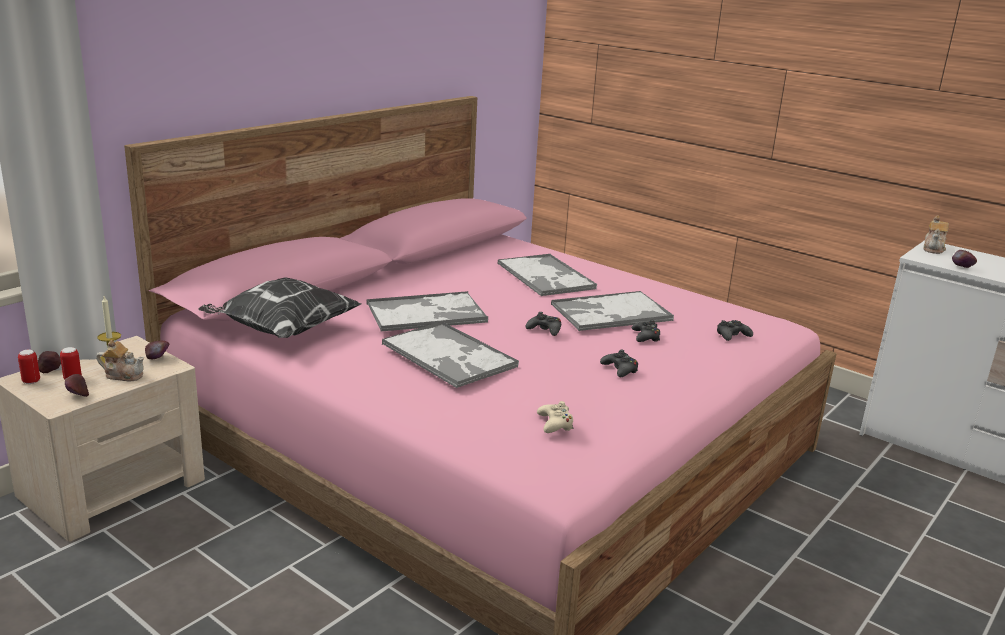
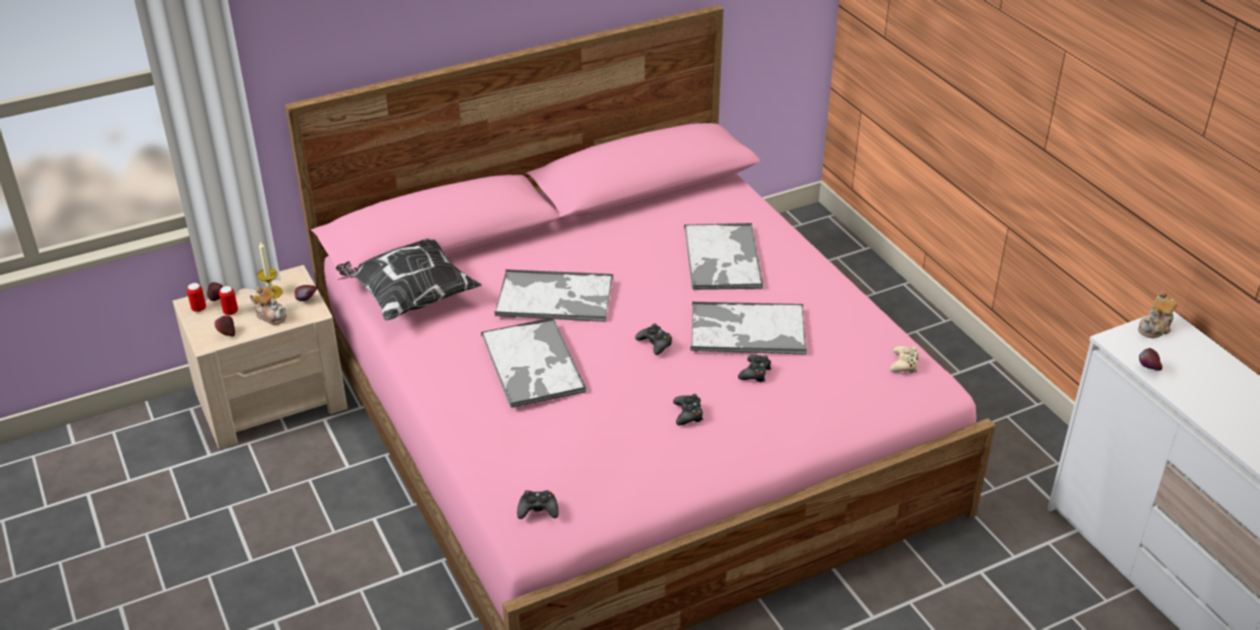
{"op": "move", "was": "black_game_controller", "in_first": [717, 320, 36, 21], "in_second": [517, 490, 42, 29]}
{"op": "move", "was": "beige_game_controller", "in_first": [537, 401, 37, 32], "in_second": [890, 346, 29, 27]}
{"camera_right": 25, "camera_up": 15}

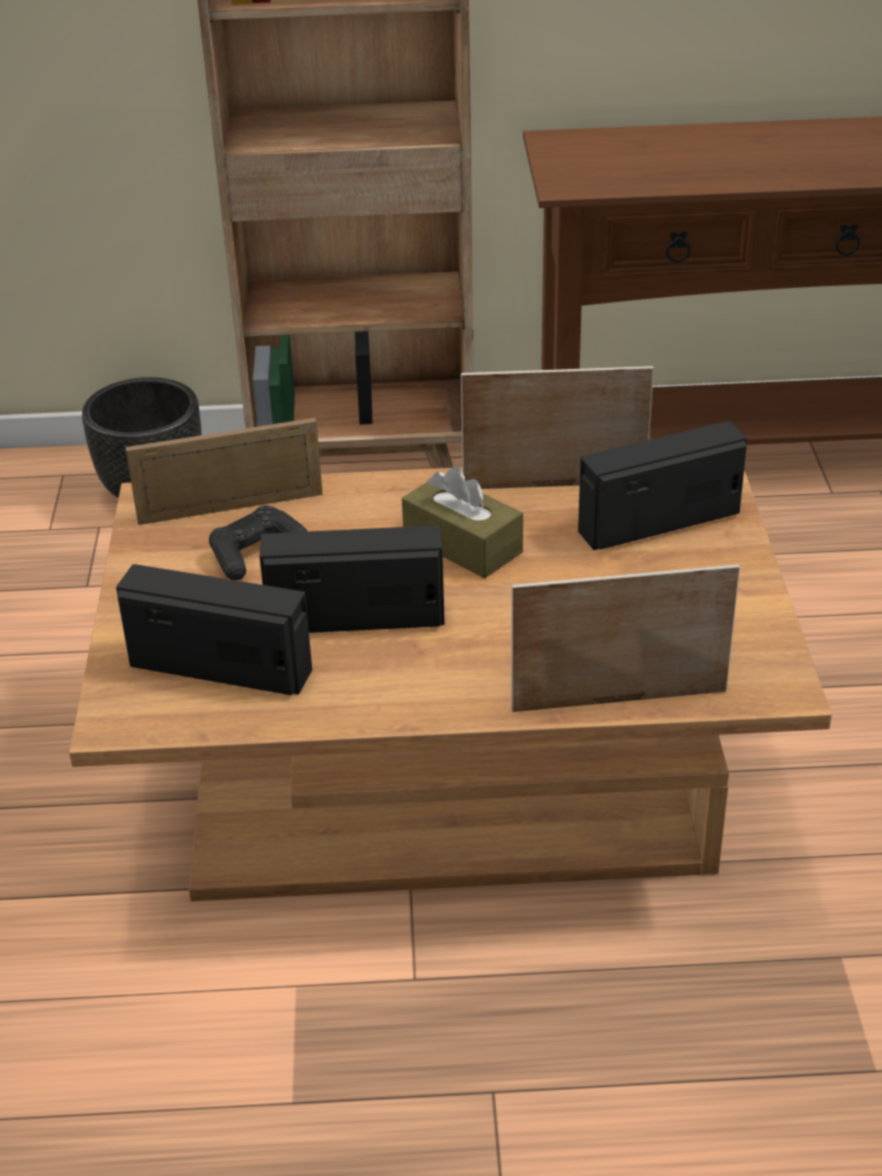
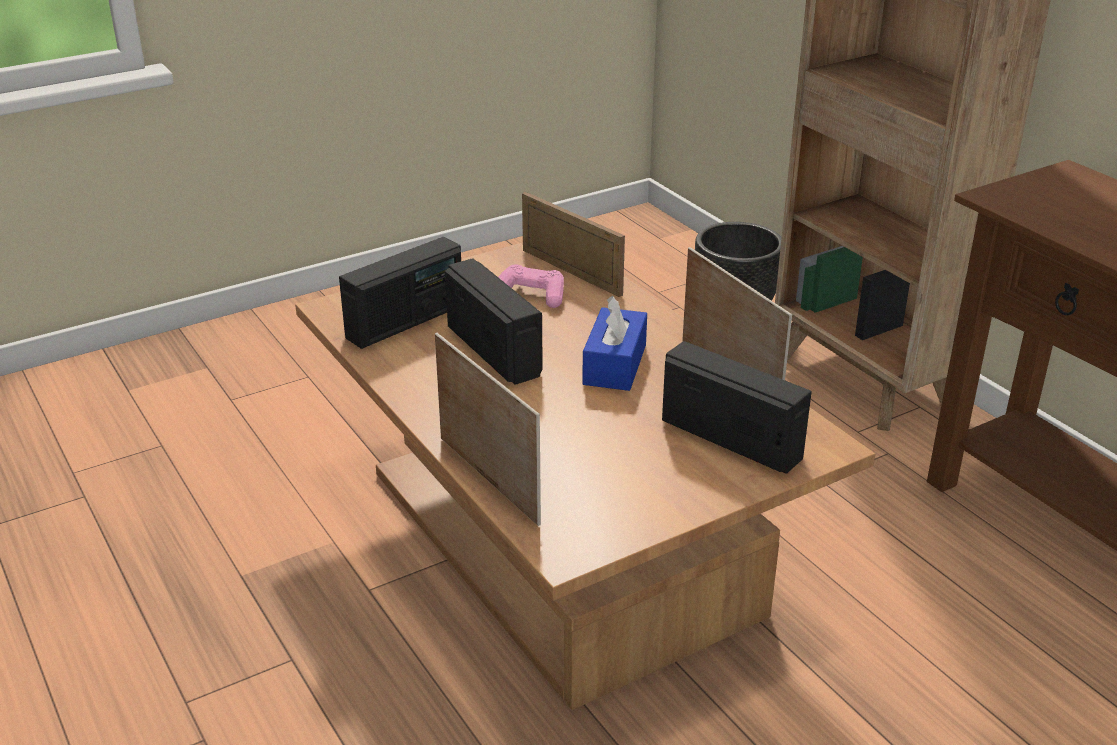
{"op": "recolor", "was": "brown_tissue_box", "now": "blue_tissue_box", "in_first": [402, 466, 121, 112], "in_second": [582, 296, 65, 95]}
{"op": "recolor", "was": "black_game_controller", "now": "pink_game_controller", "in_first": [209, 505, 99, 75], "in_second": [498, 264, 66, 44]}
{"op": "rotate", "was": "radio", "in_first": [116, 564, 196, 131], "in_second": [339, 237, 122, 112], "clockwise": 60}
{"camera_right": 60, "camera_up": -5}

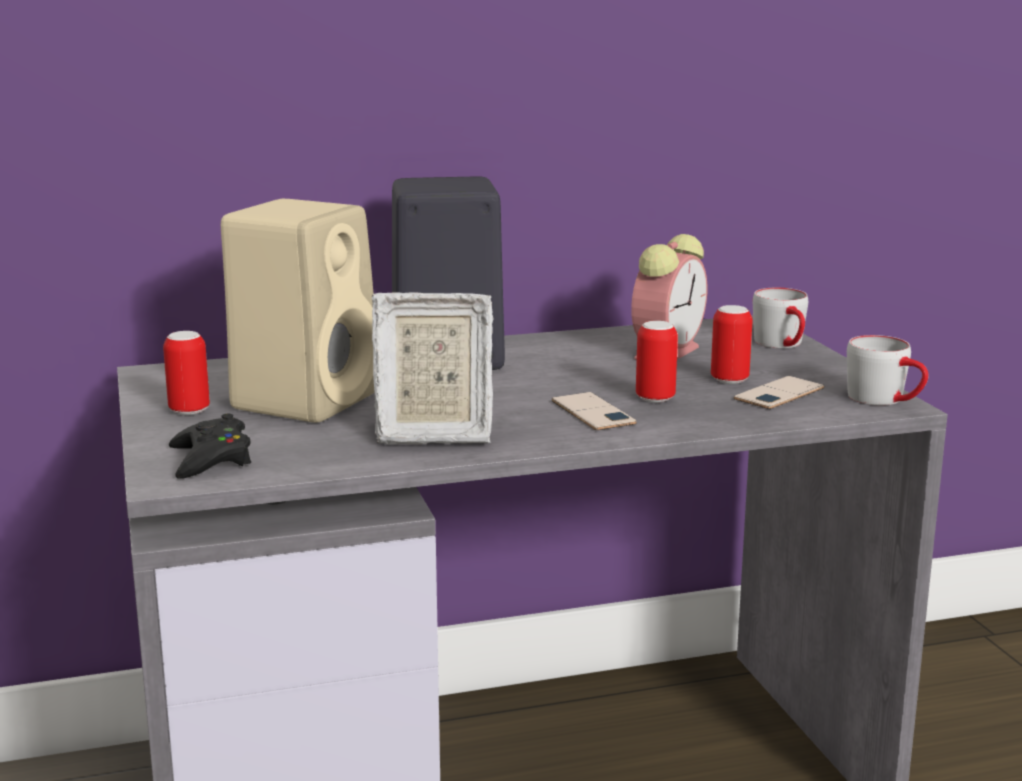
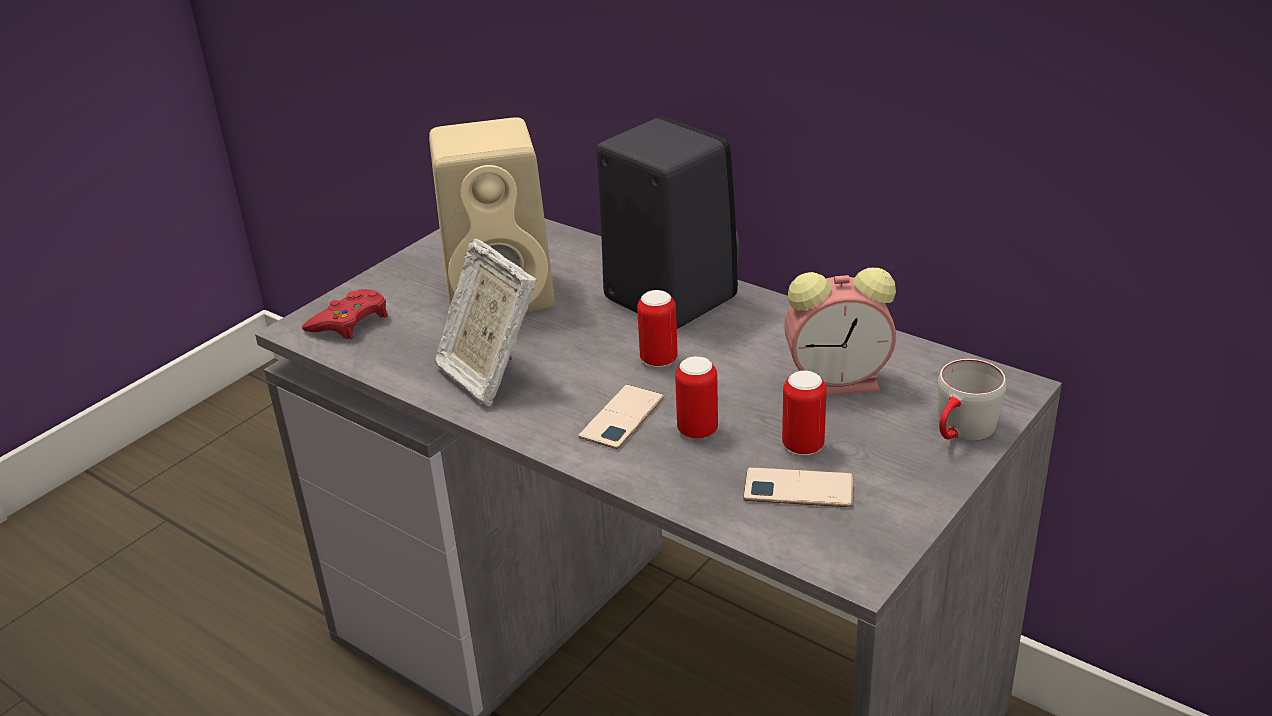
{"op": "move", "was": "can", "in_first": [163, 331, 47, 84], "in_second": [637, 290, 41, 78]}
{"op": "delete", "was": "grey_mug", "in_first": [847, 335, 82, 70]}
{"op": "recolor", "was": "black_game_controller", "now": "red_game_controller", "in_first": [169, 414, 82, 65], "in_second": [302, 289, 86, 50]}
{"camera_right": 55, "camera_up": 15}

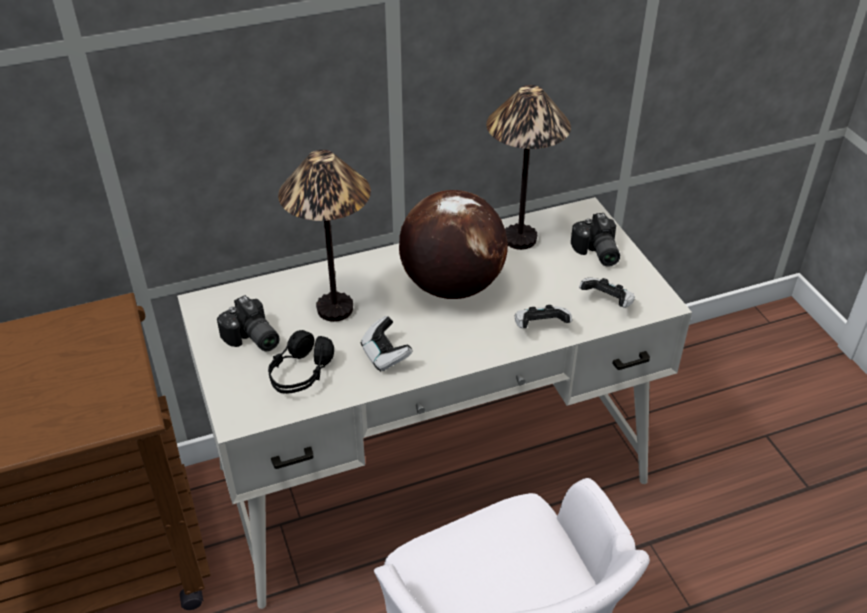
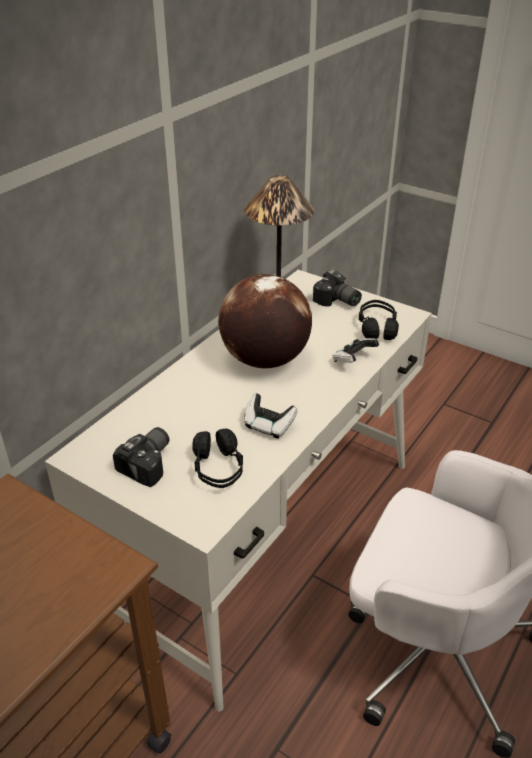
{"op": "delete", "was": "table_lamp", "in_first": [278, 150, 93, 172]}
{"op": "replace", "was": "game_controller", "now": "black_headphones", "in_first": [579, 278, 56, 29], "in_second": [359, 300, 40, 40]}
{"op": "rotate", "was": "photo_camera", "in_first": [217, 295, 63, 56], "in_second": [113, 427, 56, 60], "clockwise": -75}
{"camera_right": -35, "camera_up": -5}

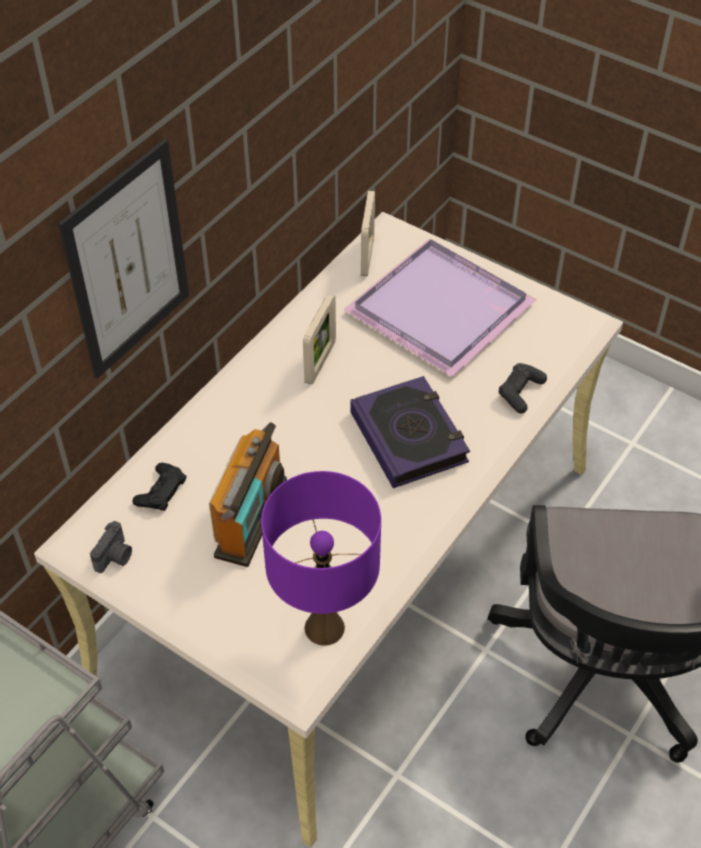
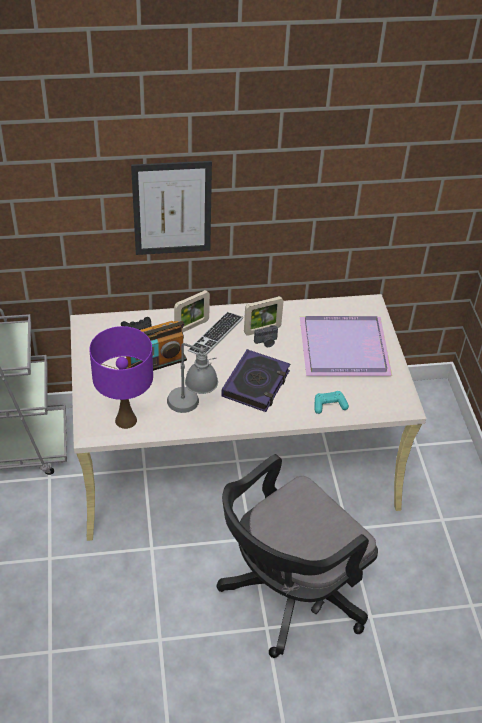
{"op": "move", "was": "picture_frame", "in_first": [361, 191, 14, 85], "in_second": [174, 290, 36, 42]}
{"op": "recolor", "was": "black_game_controller", "now": "turquoise_game_controller", "in_first": [499, 363, 48, 51], "in_second": [315, 391, 34, 23]}
{"op": "move", "was": "photo_camera", "in_first": [90, 521, 42, 52], "in_second": [254, 325, 24, 22]}
{"op": "insert", "now": "keyboard", "in_second": [188, 312, 55, 42]}
{"op": "insert", "now": "grey_table_lamp", "in_second": [167, 343, 51, 70]}
{"camera_right": 45, "camera_up": -5}

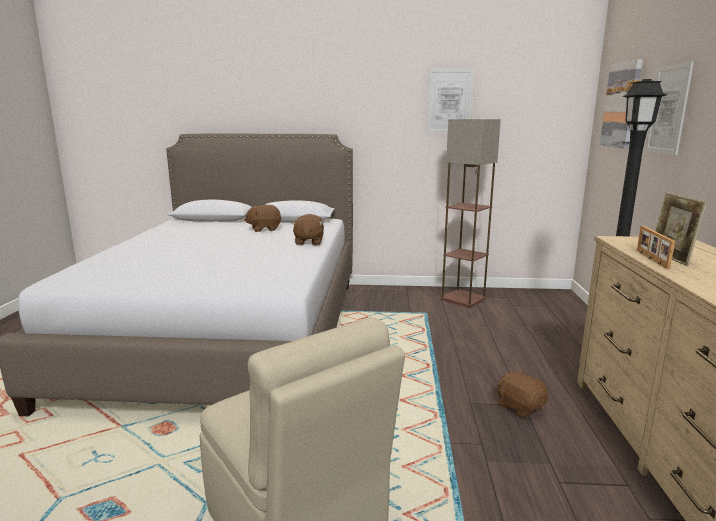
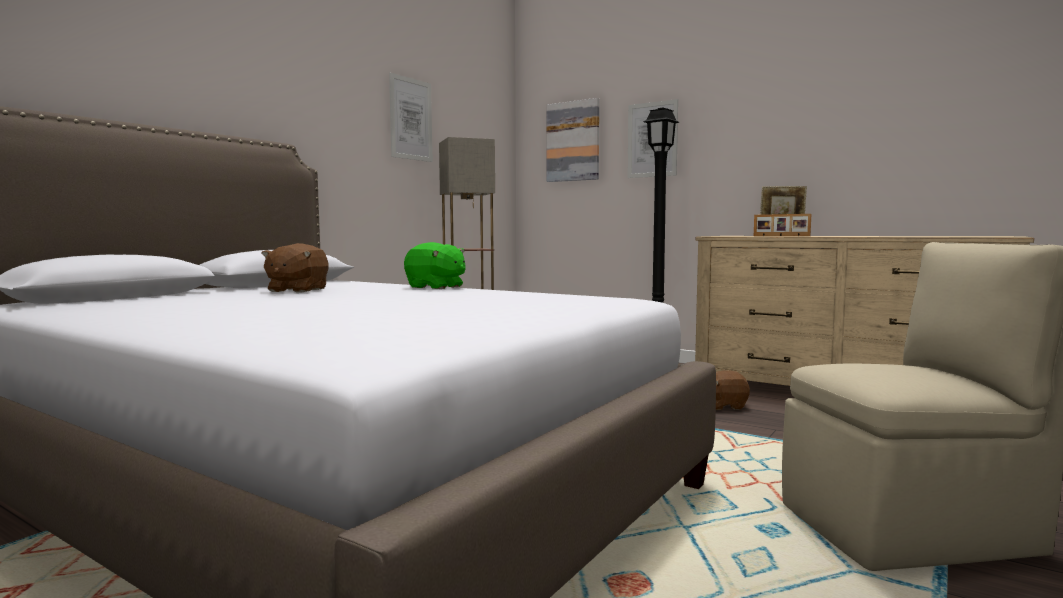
{"op": "recolor", "was": "brown_plush_toy", "now": "green_plush_toy", "in_first": [291, 214, 33, 31], "in_second": [404, 242, 62, 47]}
{"camera_right": -60, "camera_up": -10}

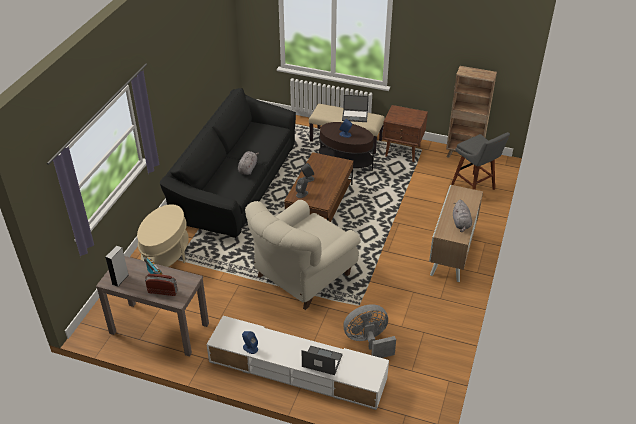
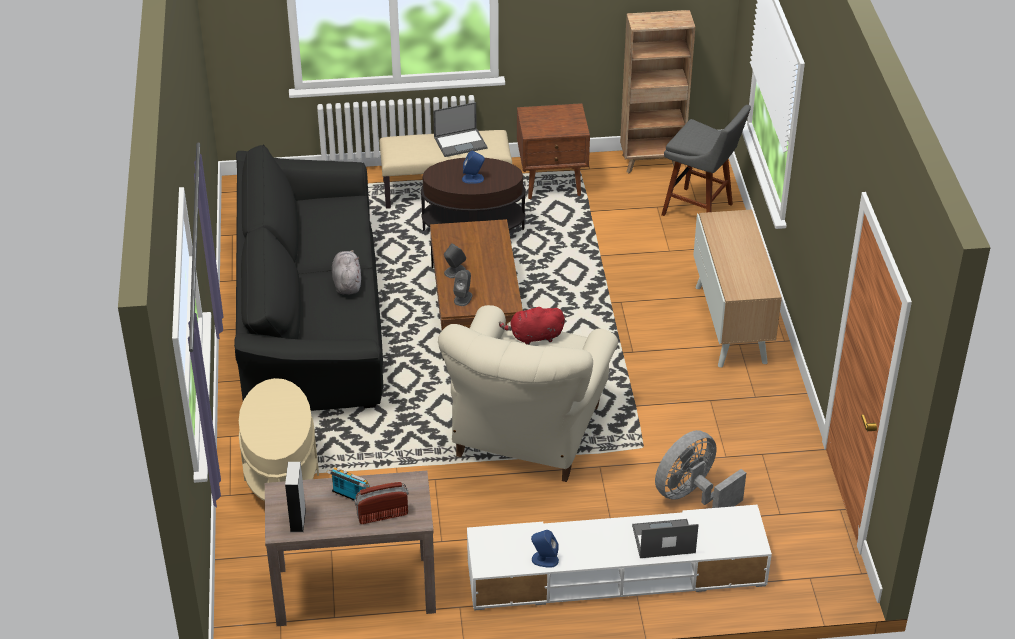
{"op": "delete", "was": "grey_plush_toy", "in_first": [453, 200, 19, 32]}
{"op": "insert", "now": "red_plush_toy", "in_second": [499, 305, 66, 40]}
{"camera_right": -25, "camera_up": 0}

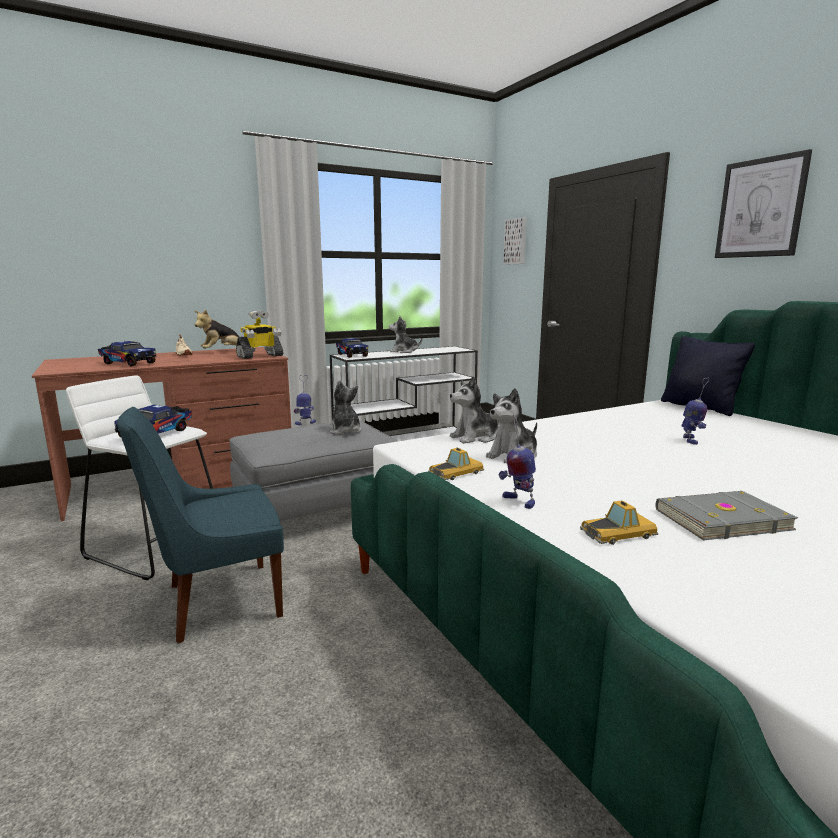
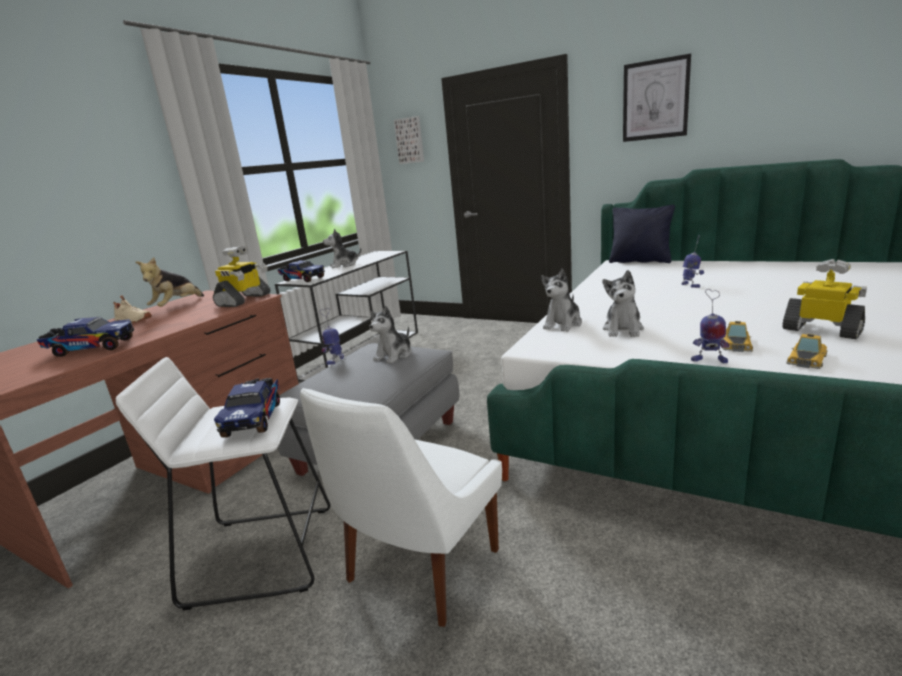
{"op": "rotate", "was": "plush_toy", "in_first": [330, 380, 32, 55], "in_second": [369, 306, 43, 58], "clockwise": -90}
{"op": "recolor", "was": "blue_chair", "now": "white_chair", "in_first": [117, 407, 167, 237], "in_second": [300, 388, 202, 239]}
{"op": "move", "was": "toy_car", "in_first": [428, 447, 56, 33], "in_second": [723, 321, 30, 31]}
{"op": "replace", "was": "grey_book", "now": "toy_robot", "in_first": [656, 491, 142, 49], "in_second": [782, 259, 85, 80]}
{"camera_right": -30, "camera_up": 5}

